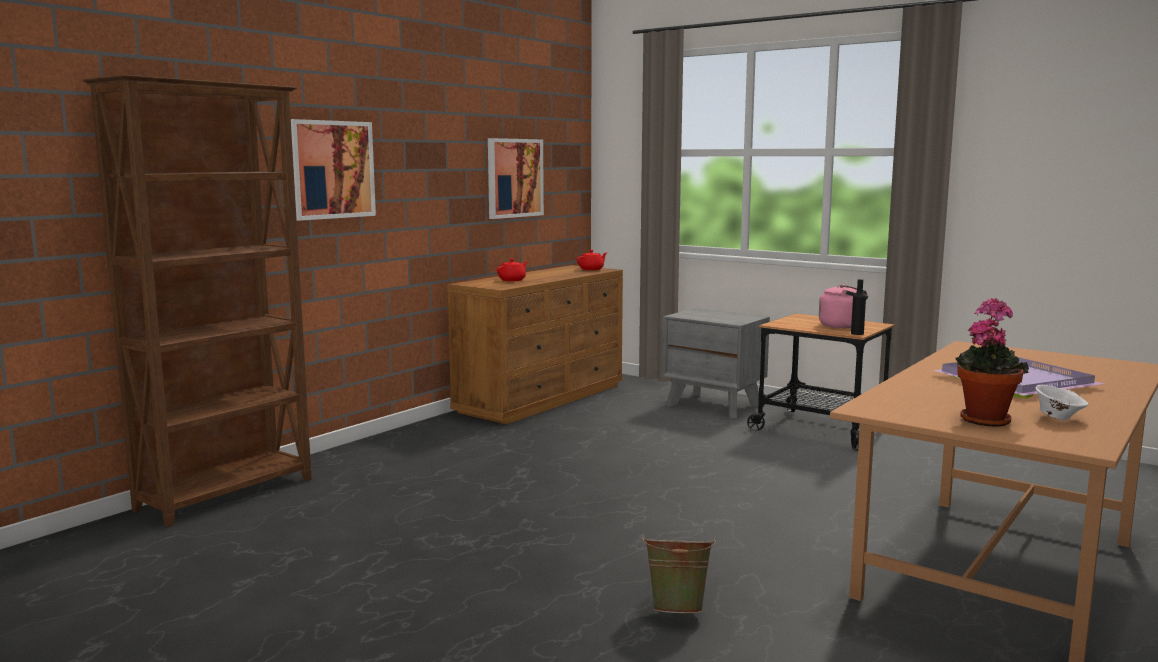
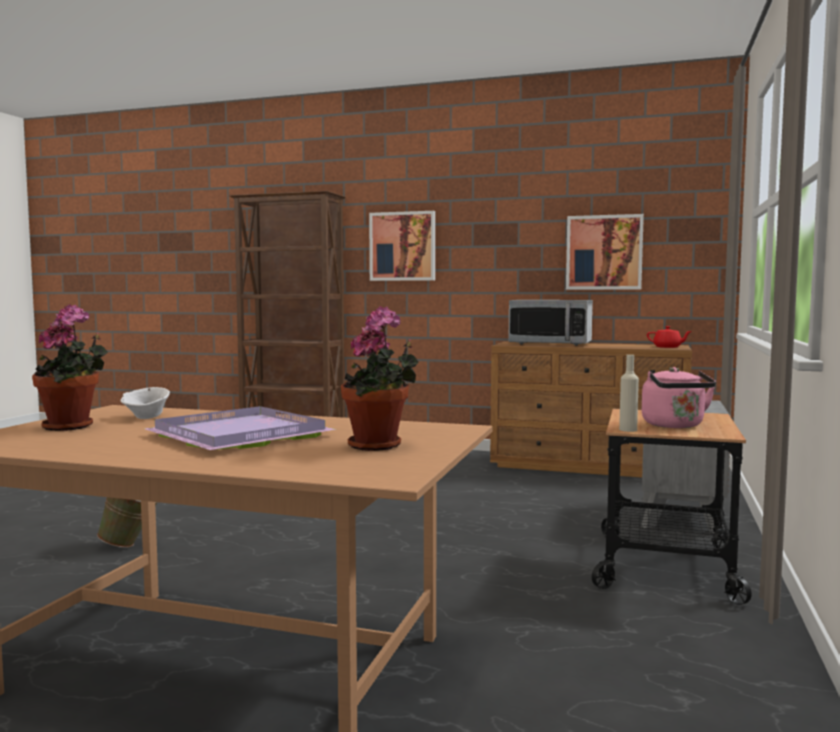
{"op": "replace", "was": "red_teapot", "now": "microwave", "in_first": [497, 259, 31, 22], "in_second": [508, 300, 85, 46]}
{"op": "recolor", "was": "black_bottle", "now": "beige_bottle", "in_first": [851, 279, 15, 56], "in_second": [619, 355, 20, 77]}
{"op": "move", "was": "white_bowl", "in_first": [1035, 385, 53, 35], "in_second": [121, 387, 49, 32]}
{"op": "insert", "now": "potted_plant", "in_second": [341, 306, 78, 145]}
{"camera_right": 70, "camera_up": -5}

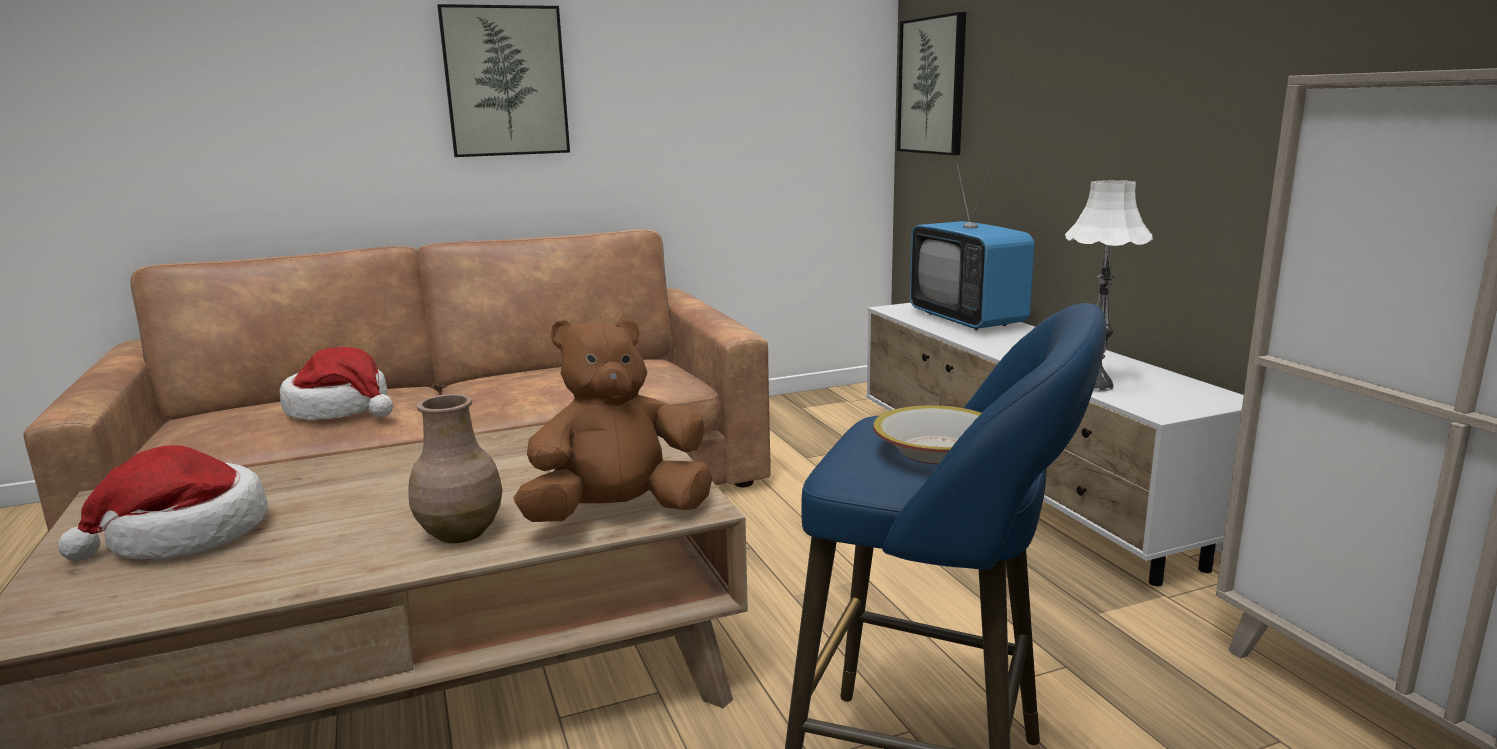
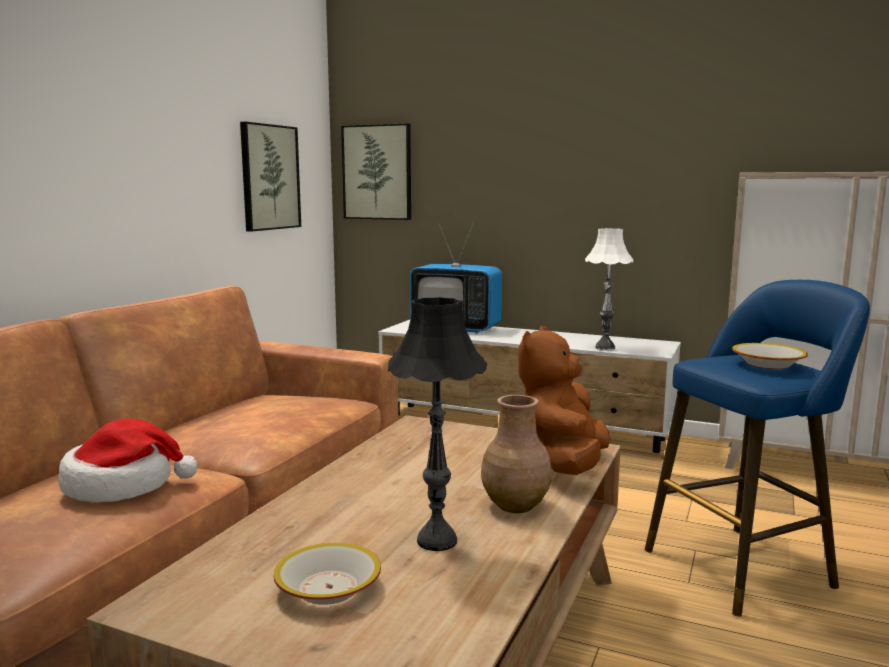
{"op": "move", "was": "picture", "in_first": [437, 4, 133, 153], "in_second": [240, 122, 61, 110]}
{"op": "replace", "was": "hat", "now": "bowl", "in_first": [58, 445, 210, 116], "in_second": [274, 543, 107, 62]}
{"op": "insert", "now": "black_table_lamp", "in_second": [388, 297, 99, 254]}
{"camera_right": -45, "camera_up": -5}

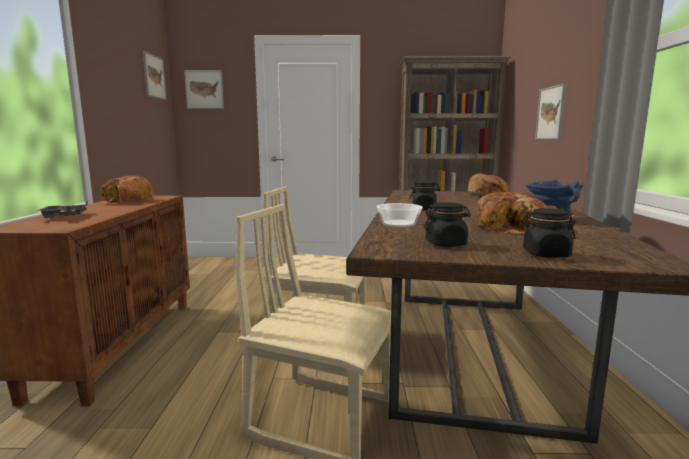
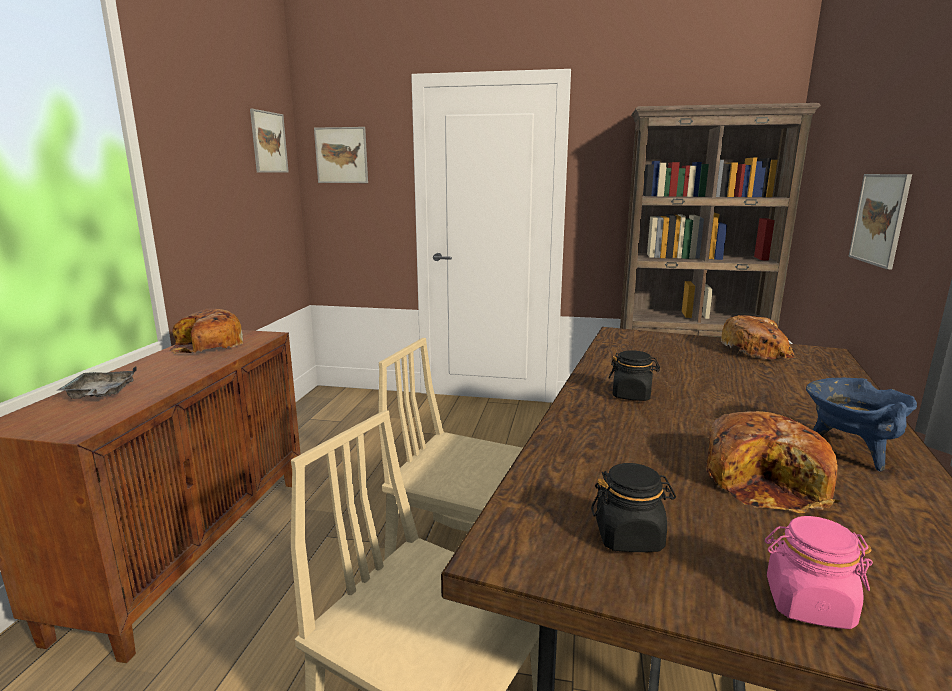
{"op": "delete", "was": "bowl", "in_first": [376, 203, 47, 24]}
{"op": "recolor", "was": "black_jar", "now": "pink_jar", "in_first": [522, 208, 54, 50], "in_second": [765, 516, 108, 113]}
{"camera_right": 10, "camera_up": 5}

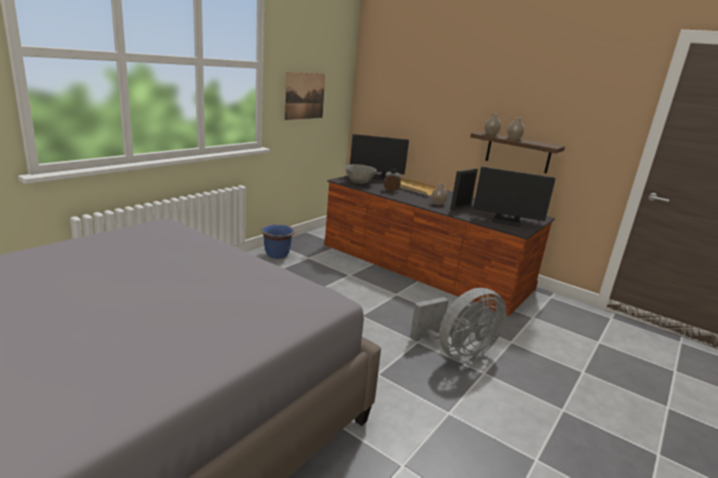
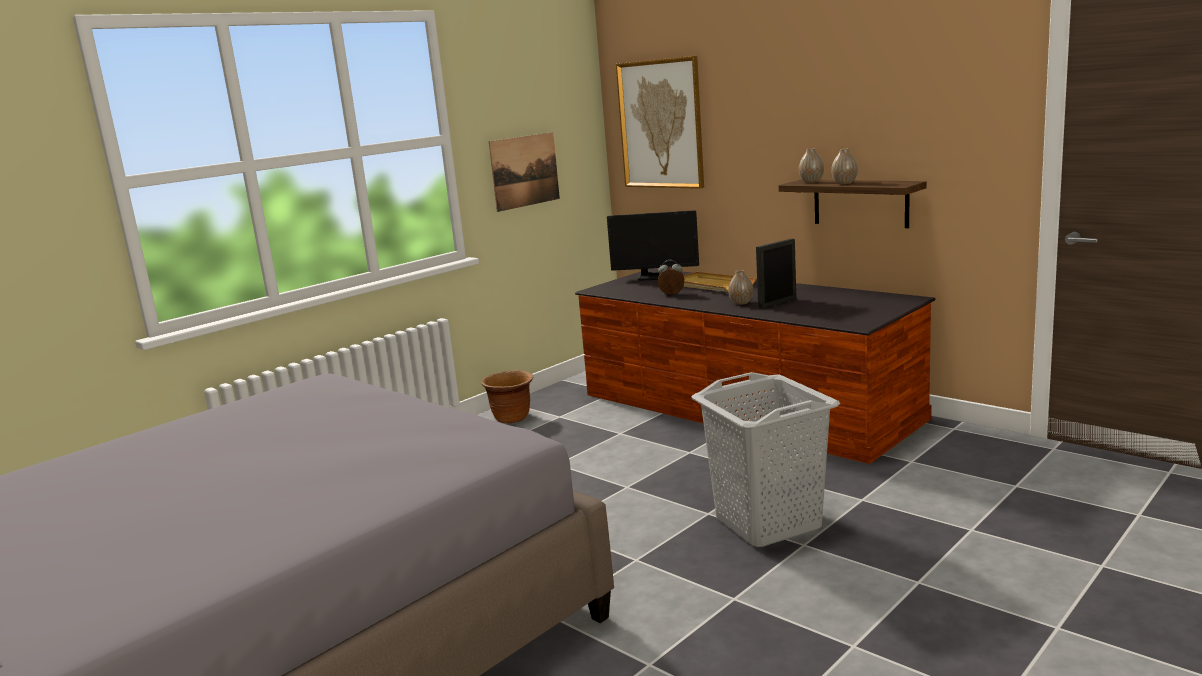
{"op": "delete", "was": "grey_bowl", "in_first": [345, 164, 32, 20]}
{"op": "delete", "was": "monitor", "in_first": [473, 167, 82, 60]}
{"op": "recolor", "was": "blue_planter", "now": "brown_planter", "in_first": [261, 224, 34, 35], "in_second": [481, 370, 53, 53]}
{"op": "replace", "was": "grey_fan", "now": "grey_laundry_basket", "in_first": [410, 288, 97, 74], "in_second": [692, 372, 148, 175]}
{"op": "insert", "now": "picture", "in_second": [616, 56, 88, 133]}
{"camera_right": 10, "camera_up": -5}

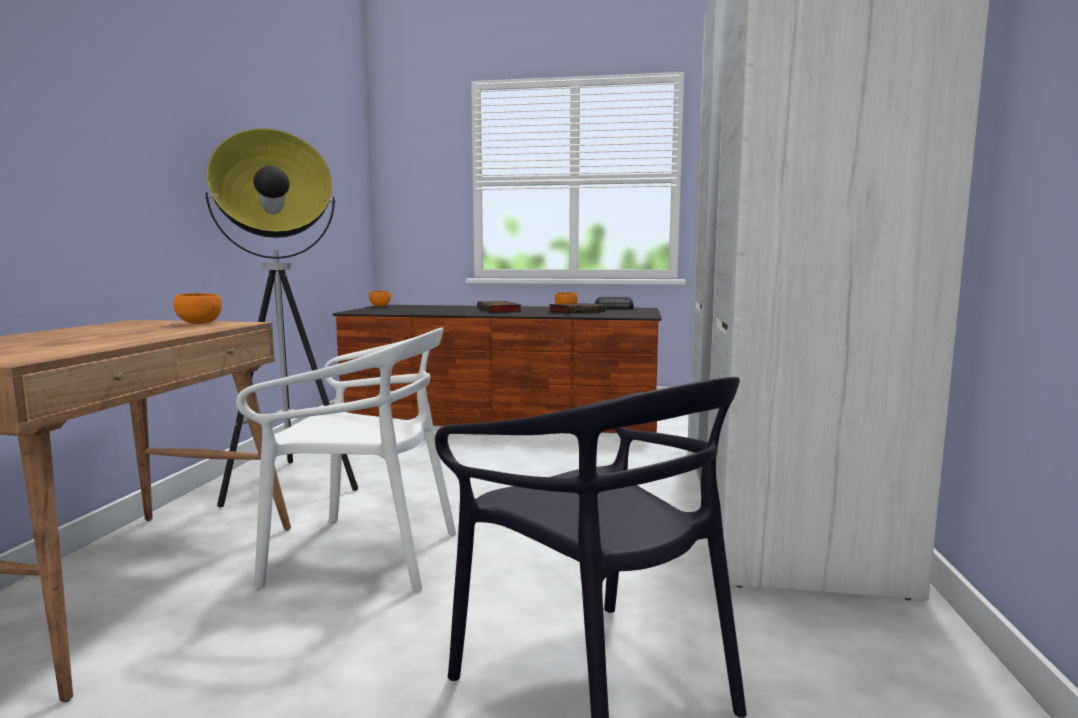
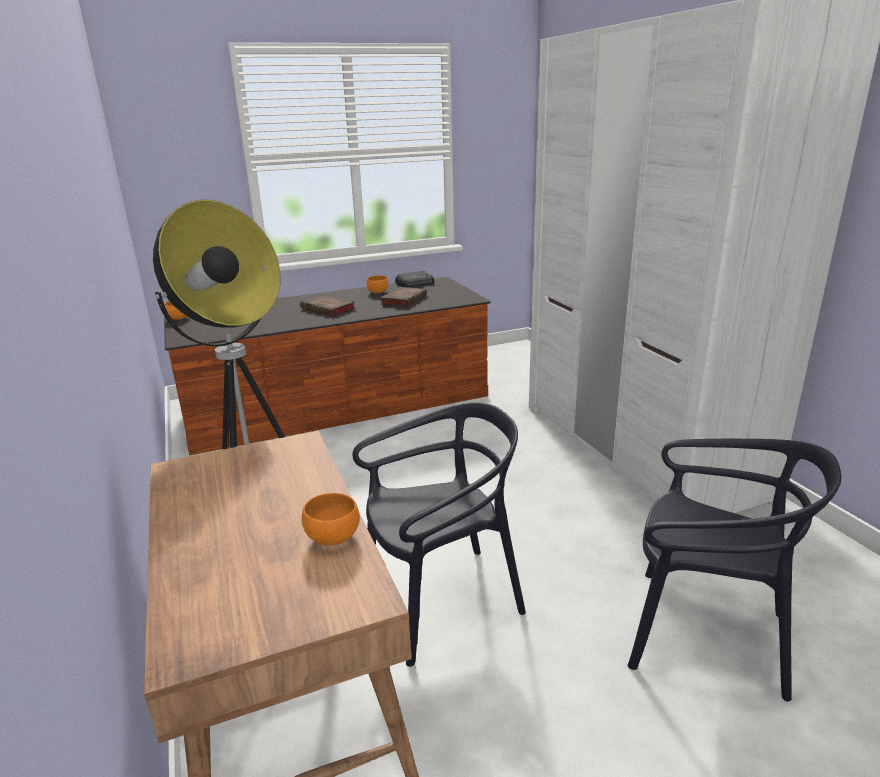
{"op": "move", "was": "orange_bowl", "in_first": [173, 293, 49, 31], "in_second": [302, 493, 58, 53]}
{"op": "recolor", "was": "white_chair", "now": "black_chair", "in_first": [236, 327, 220, 264], "in_second": [353, 402, 173, 265]}
{"camera_right": -30, "camera_up": 15}

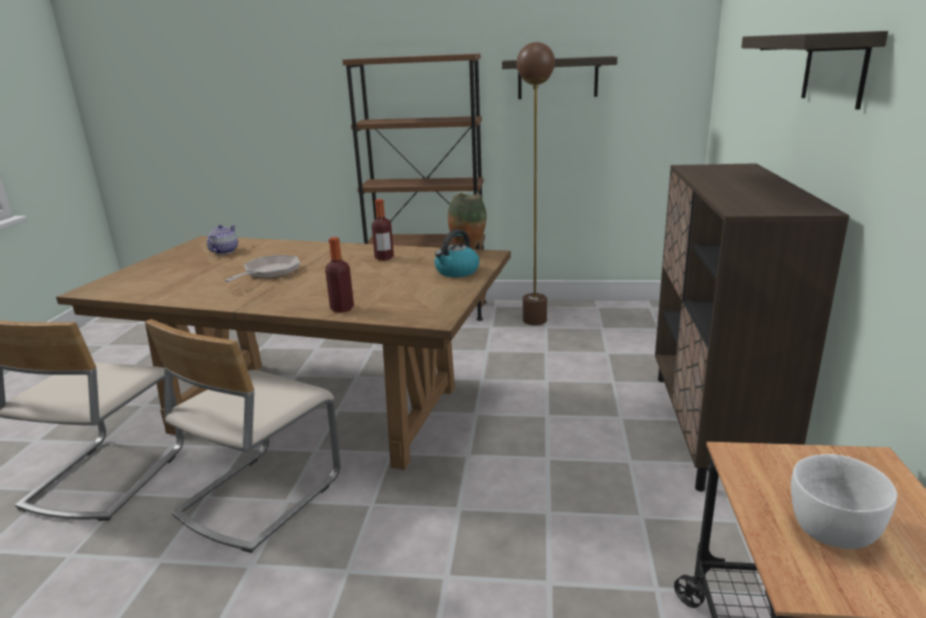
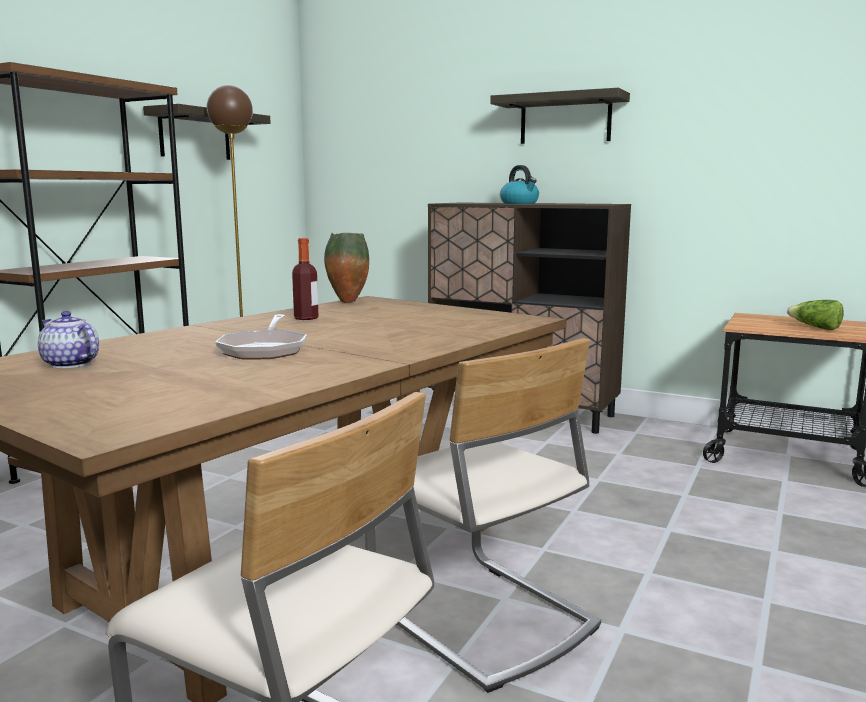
{"op": "move", "was": "kettle", "in_first": [434, 229, 45, 48], "in_second": [500, 165, 39, 39]}
{"op": "delete", "was": "bottle", "in_first": [325, 237, 29, 76]}
{"op": "rotate", "was": "frying_pan", "in_first": [224, 255, 76, 27], "in_second": [215, 314, 92, 45], "clockwise": -135}
{"op": "replace", "was": "white_bowl", "now": "lettuce", "in_first": [791, 454, 106, 95], "in_second": [787, 300, 57, 30]}
{"camera_right": -70, "camera_up": -10}

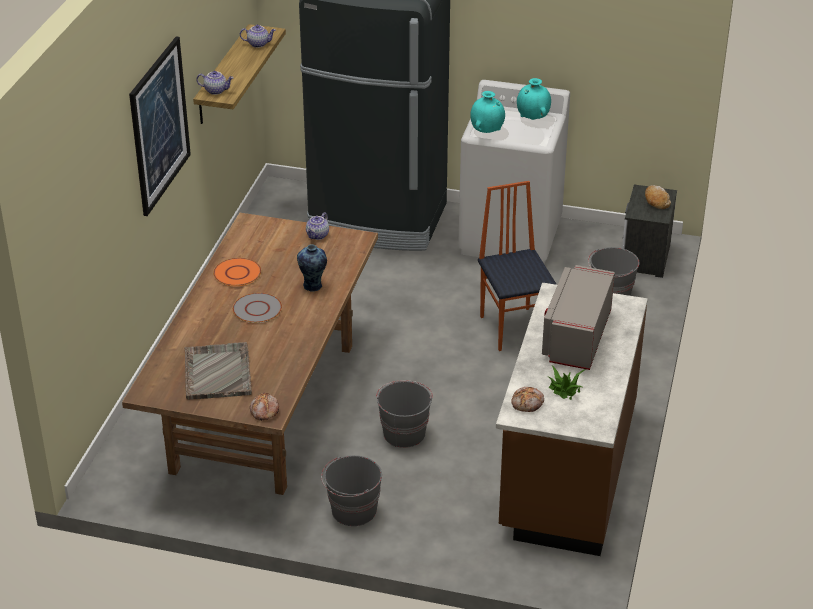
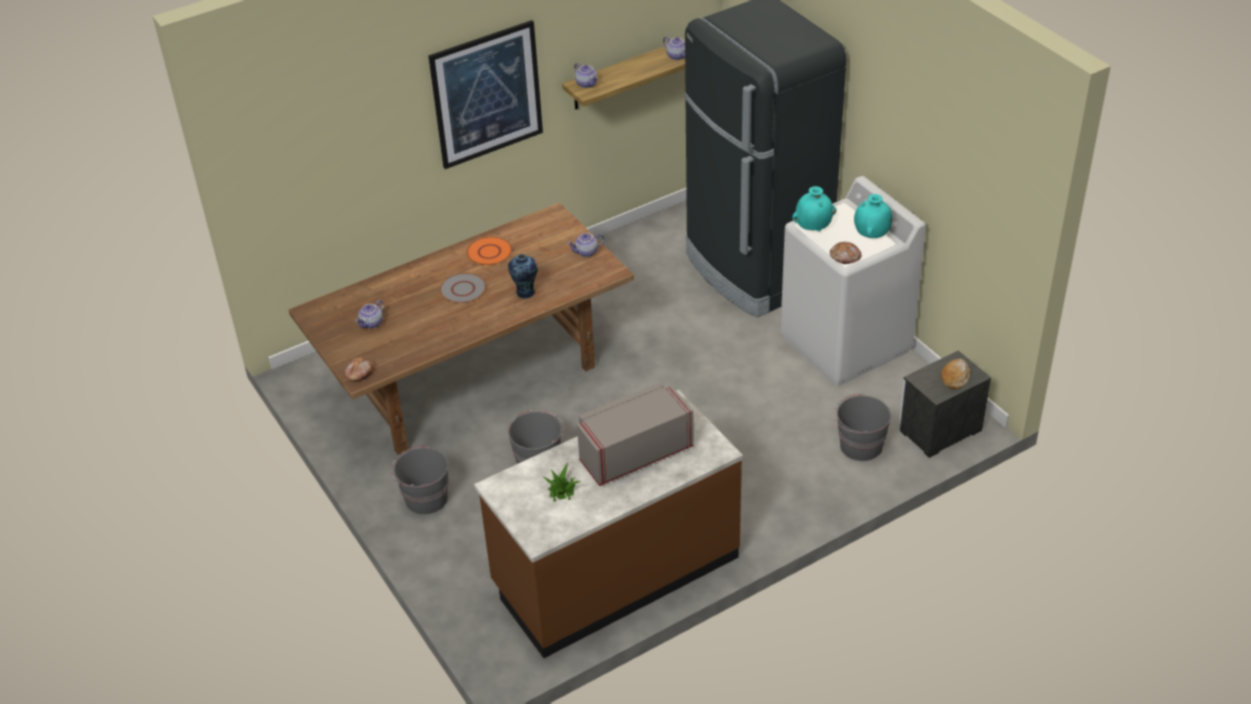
{"op": "delete", "was": "chair", "in_first": [478, 181, 79, 170]}
{"op": "replace", "was": "grey_tray", "now": "teapot", "in_first": [184, 342, 68, 58], "in_second": [355, 300, 29, 29]}
{"op": "move", "was": "bread", "in_first": [511, 387, 33, 25], "in_second": [830, 242, 31, 22]}
{"camera_right": 45, "camera_up": 5}

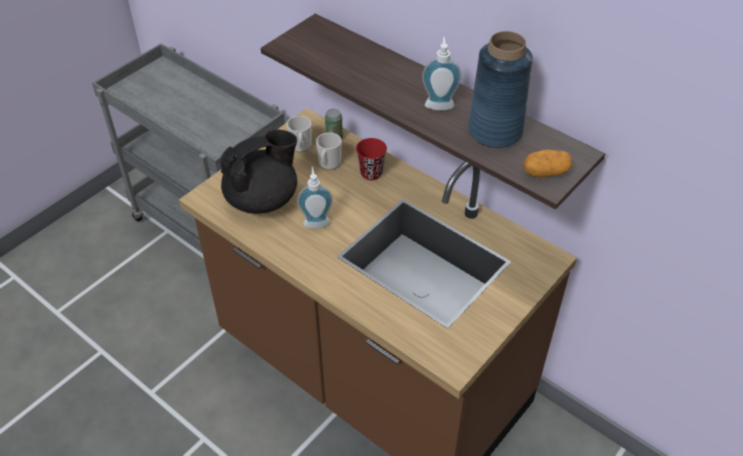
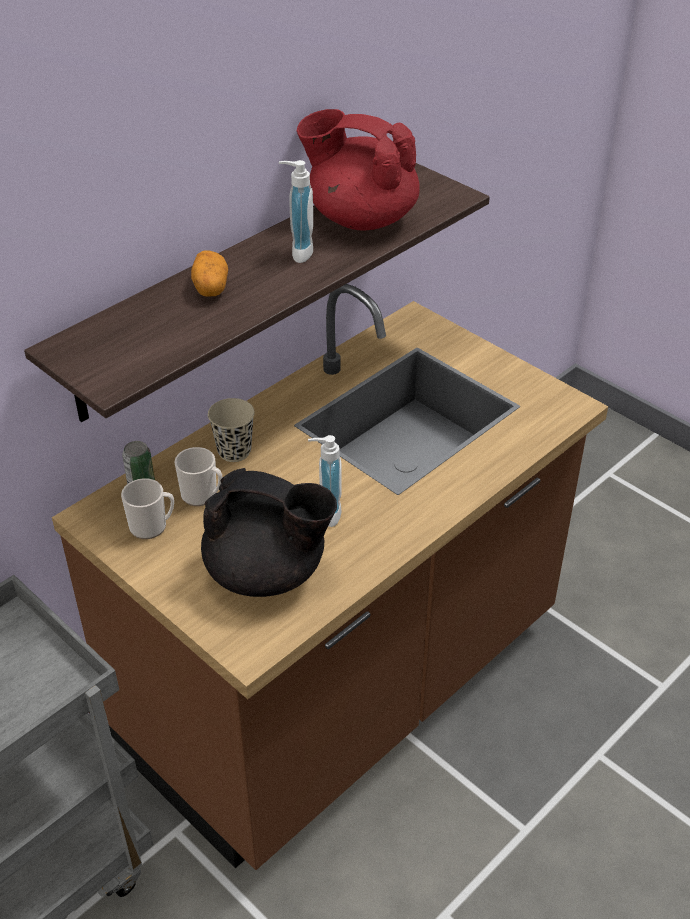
{"op": "replace", "was": "blue_vase", "now": "red_teapot", "in_first": [468, 31, 65, 117], "in_second": [297, 109, 123, 121]}
{"op": "rotate", "was": "black_teapot", "in_first": [220, 130, 77, 84], "in_second": [201, 468, 136, 129], "clockwise": 135}
{"op": "recolor", "was": "red_cup", "now": "beige_cup", "in_first": [356, 138, 31, 42], "in_second": [208, 398, 47, 64]}
{"op": "move", "was": "potato", "in_first": [523, 149, 49, 28], "in_second": [191, 250, 37, 47]}
{"camera_right": -85, "camera_up": -5}

